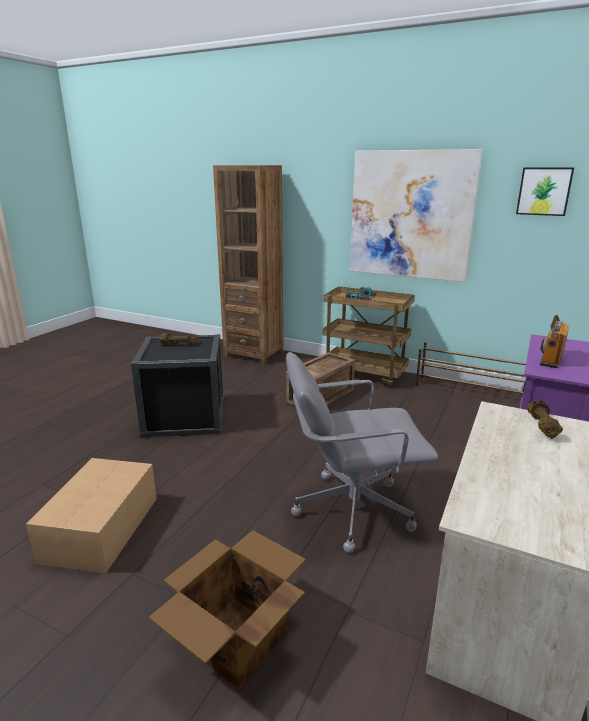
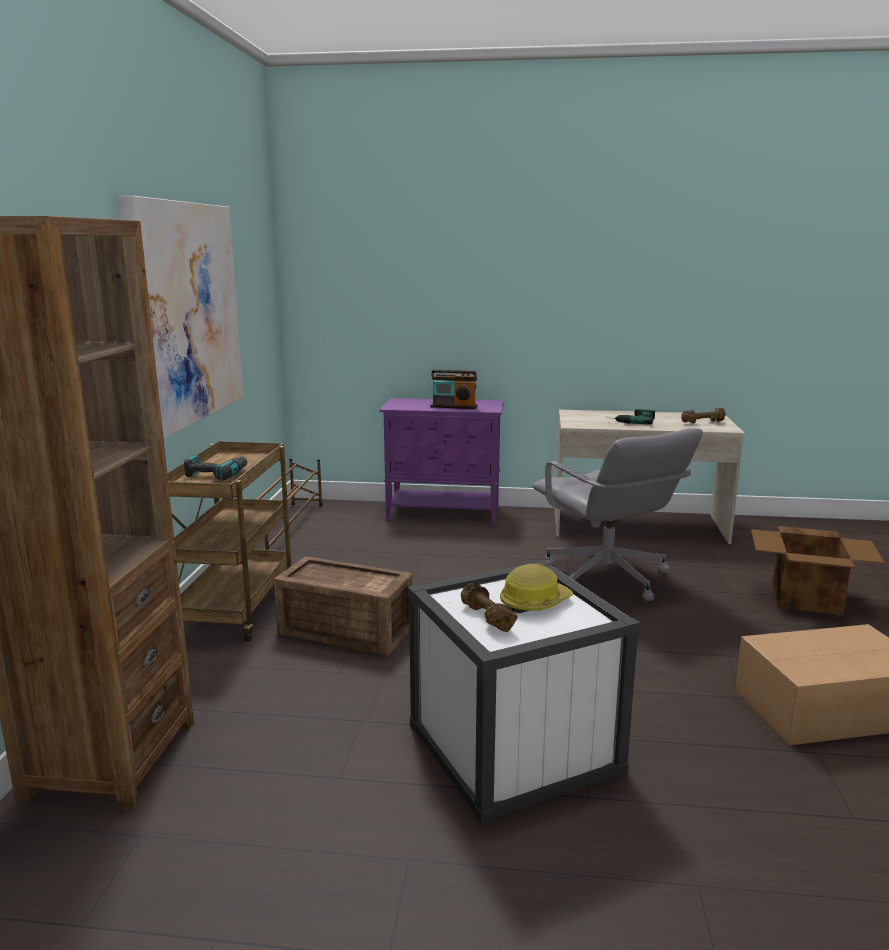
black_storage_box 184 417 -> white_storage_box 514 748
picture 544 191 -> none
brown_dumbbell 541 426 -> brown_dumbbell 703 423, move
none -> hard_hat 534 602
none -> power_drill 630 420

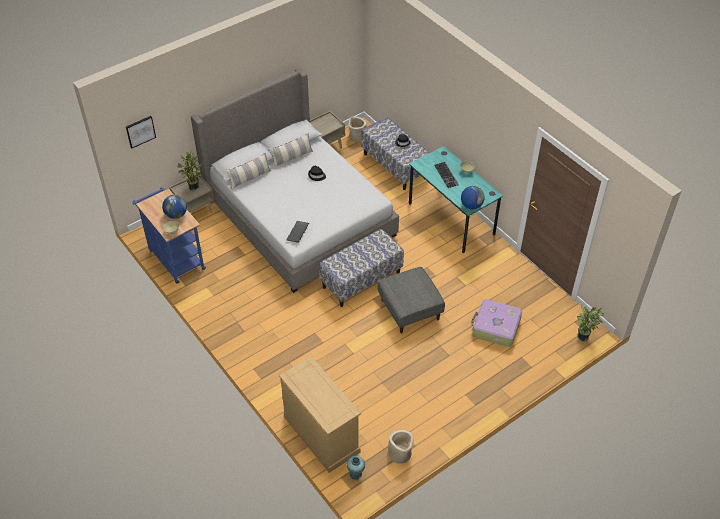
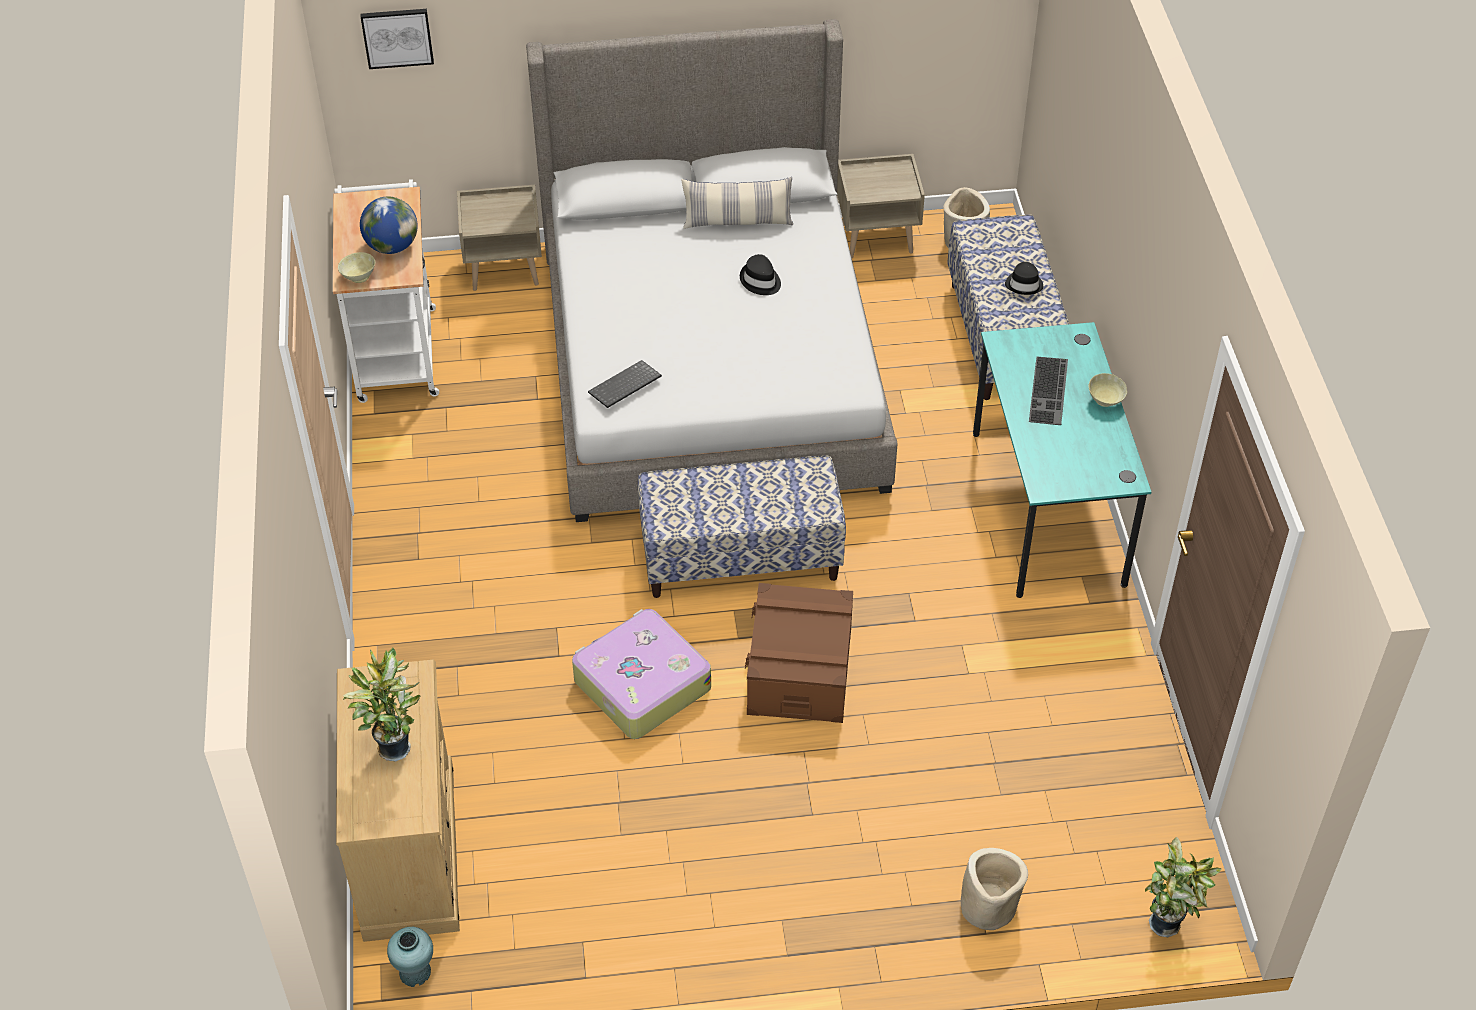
blue_cart 175 258 -> white_cart 396 348
potted_plant 193 187 -> potted_plant 393 745, move
pillow 249 178 -> none
grey_ottoman 410 310 -> brown_storage_box 800 671
beige_planter 400 454 -> beige_planter 989 907, move
globe 471 205 -> none
suitcase 495 327 -> suitcase 640 684, move

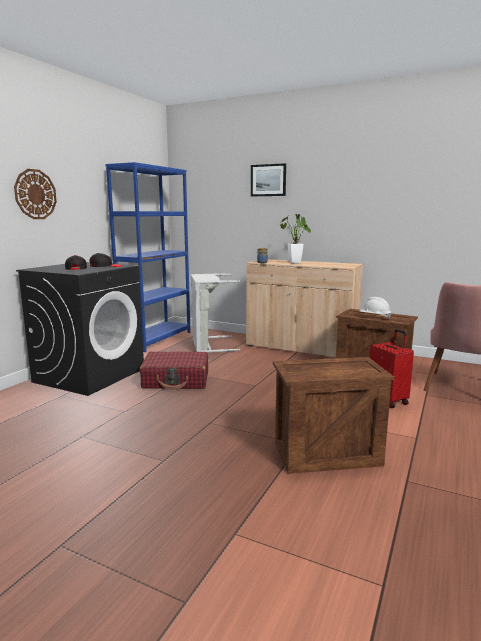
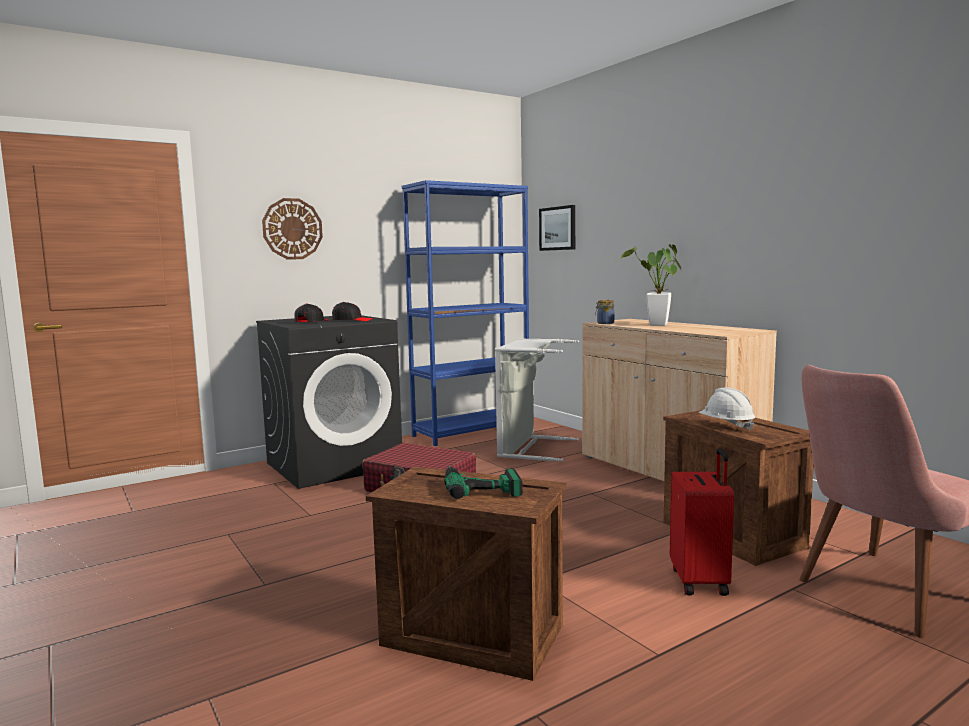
picture 268 180 -> picture 558 228, move
none -> power_drill 479 485

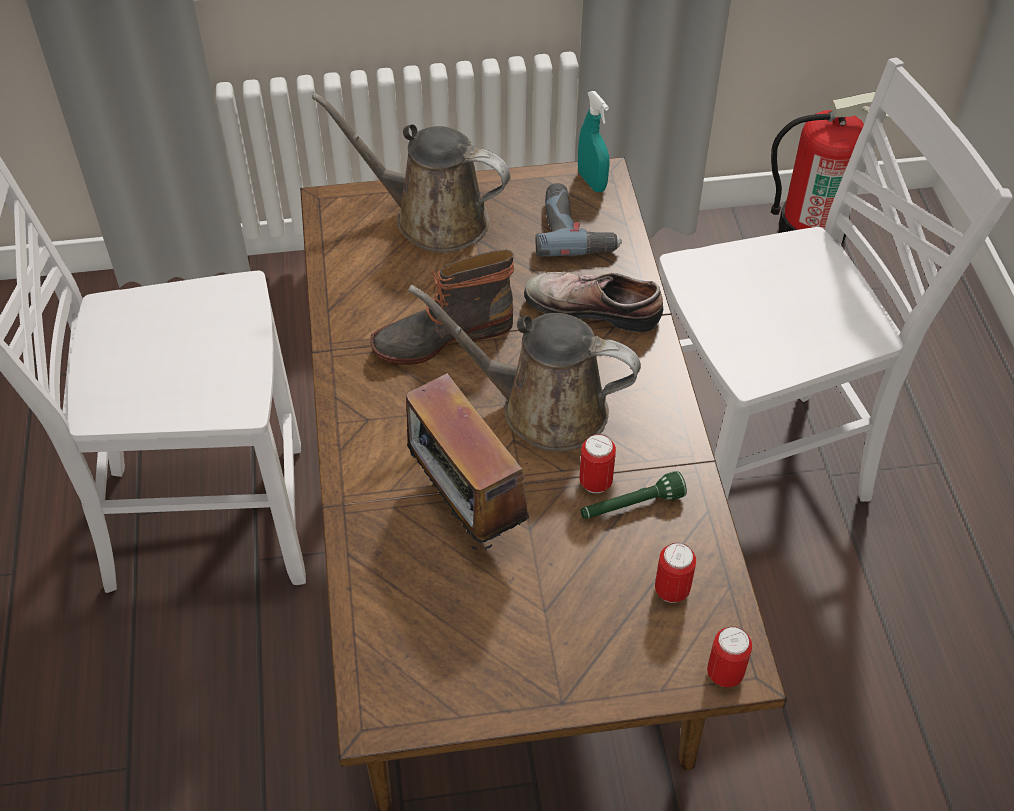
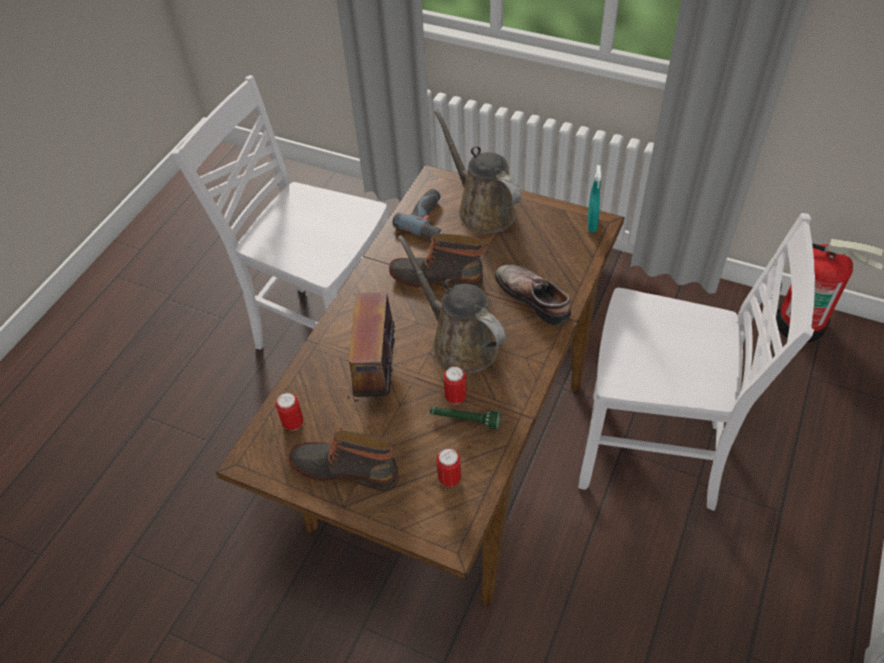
power_drill 575 229 -> power_drill 430 220, move
can 724 674 -> can 293 423, move
none -> boot 346 468

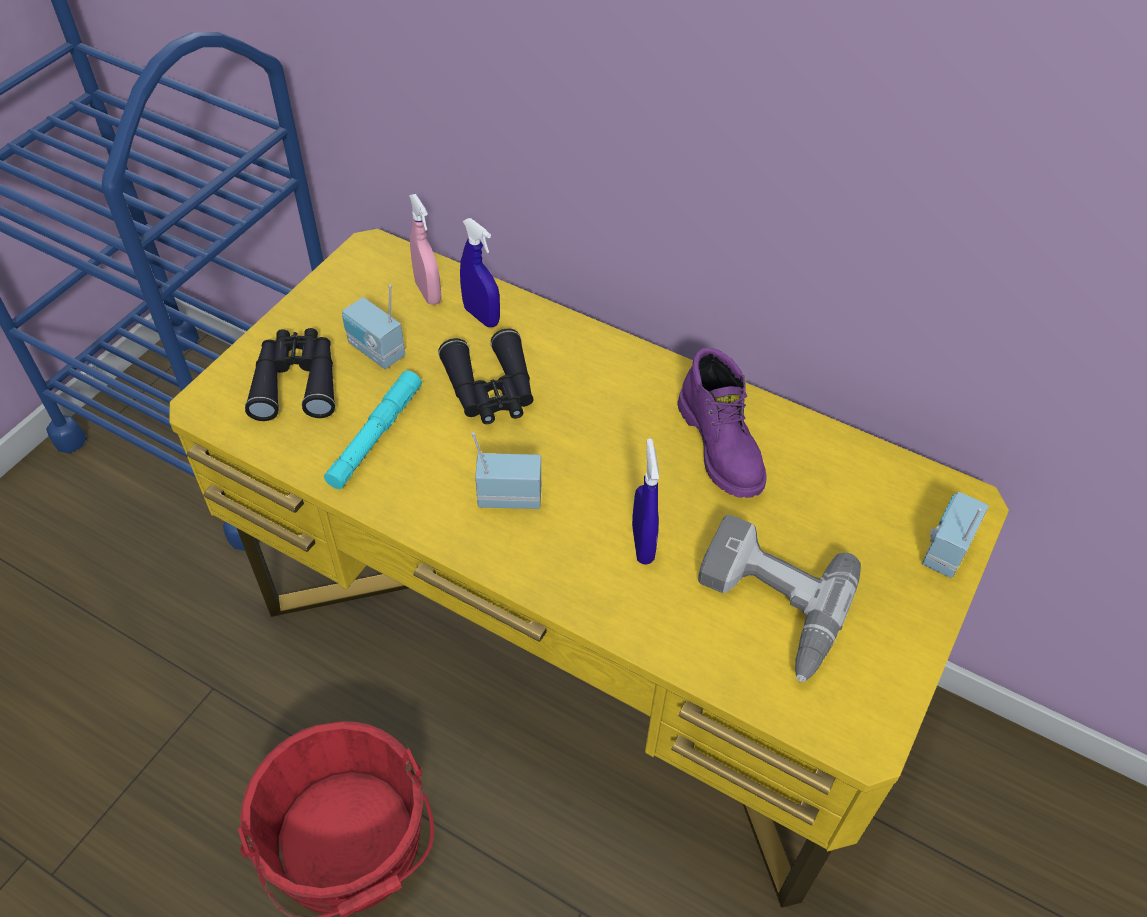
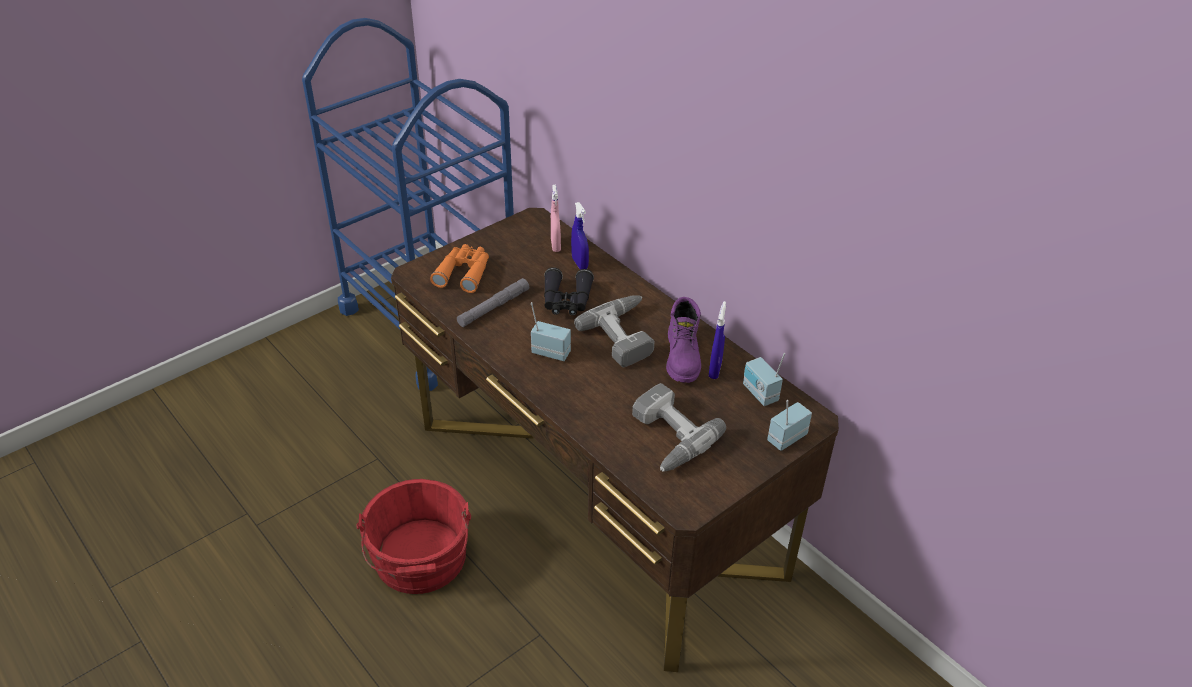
yellow_desk 570 650 -> brown_desk 595 497
black_binoculars 296 381 -> orange_binoculars 464 273
turquoise_flashlight 375 435 -> grey_flashlight 493 307
radio 375 352 -> radio 759 394, move
blue_spray_bottle 642 544 -> blue_spray_bottle 715 370, move
none -> power_drill 626 335

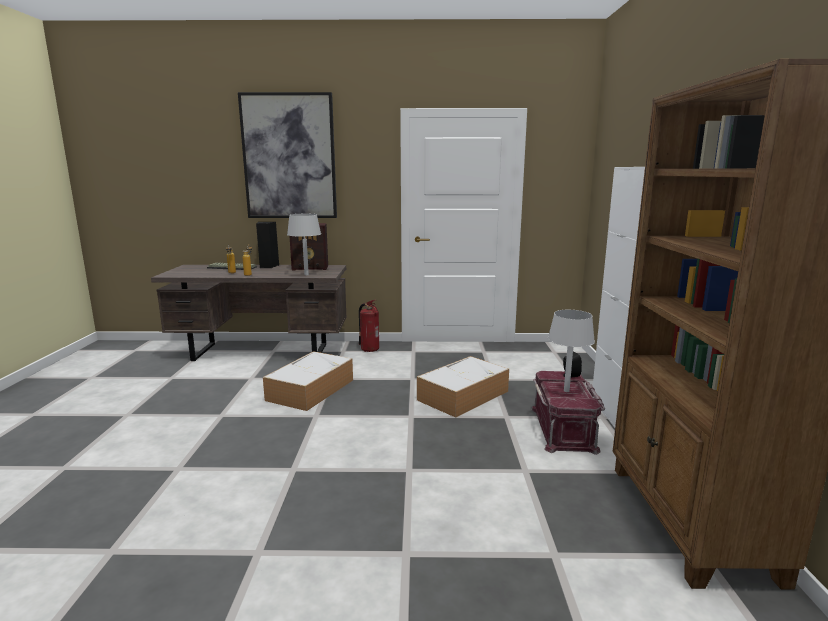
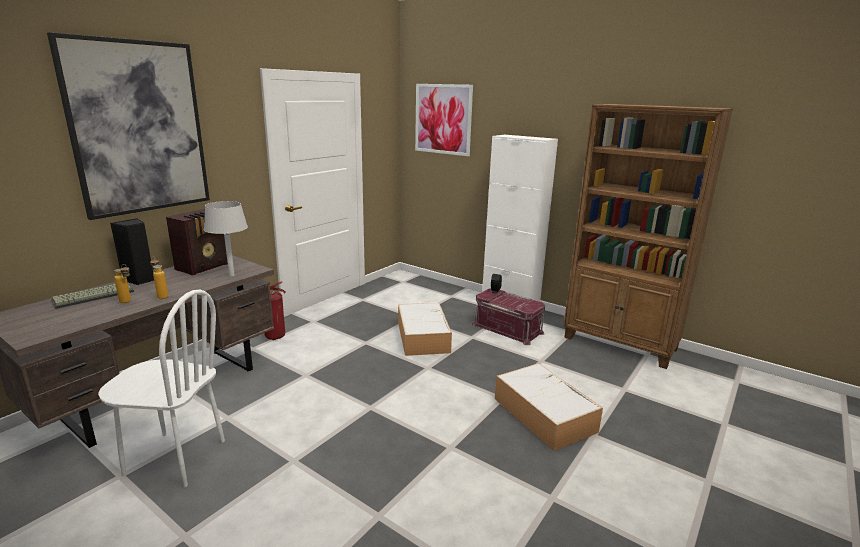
storage_box 311 389 -> storage_box 542 414, move
grey_table_lamp 566 391 -> none
none -> white_chair 175 458
none -> picture 443 119

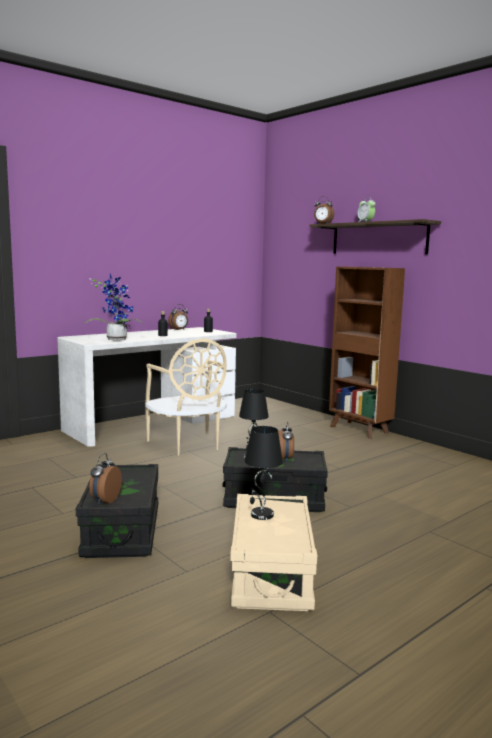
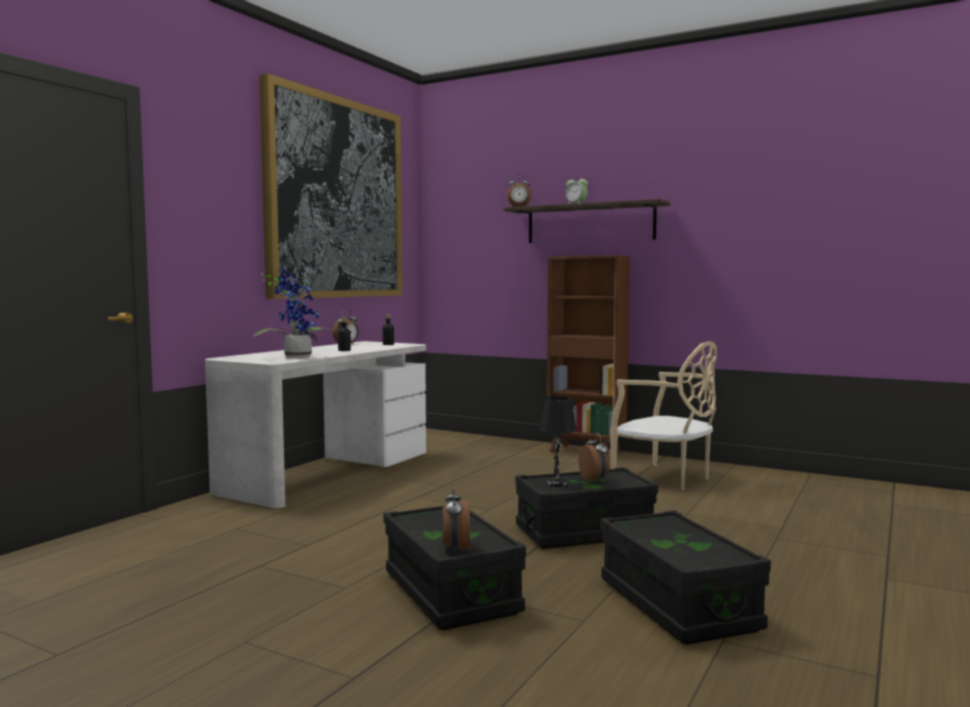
beige_chair 187 444 -> beige_chair 665 478, move
beige_storage_box 271 574 -> black_storage_box 677 605
black_table_lamp 261 515 -> none
none -> picture 335 198

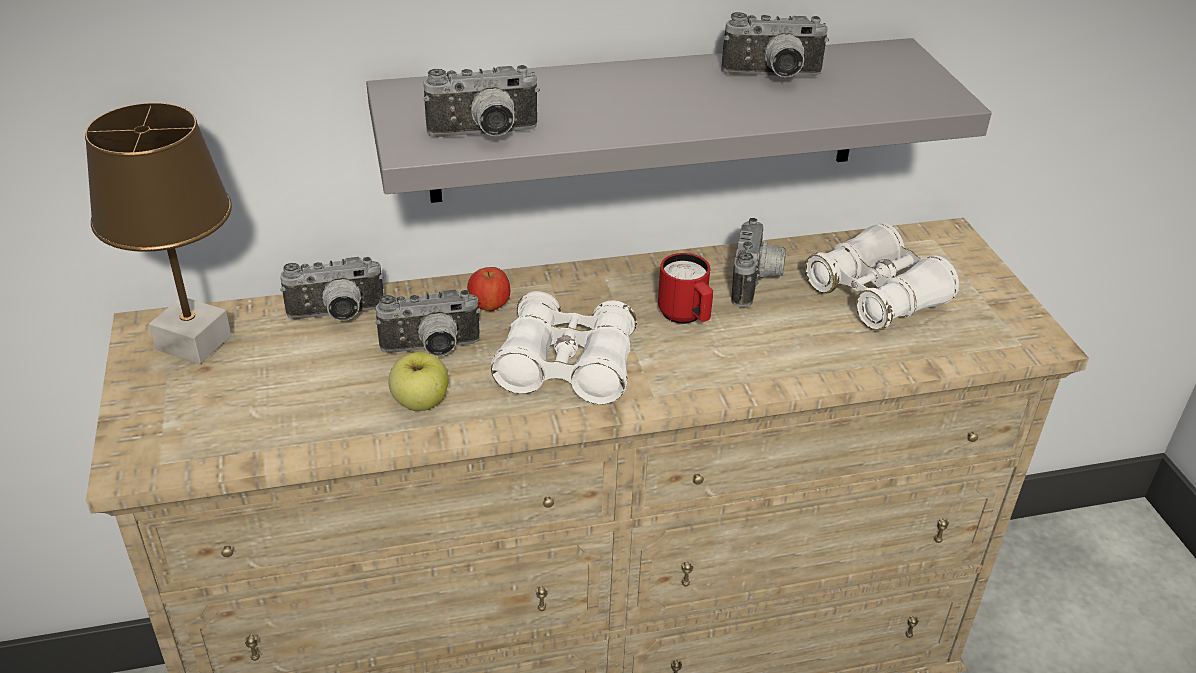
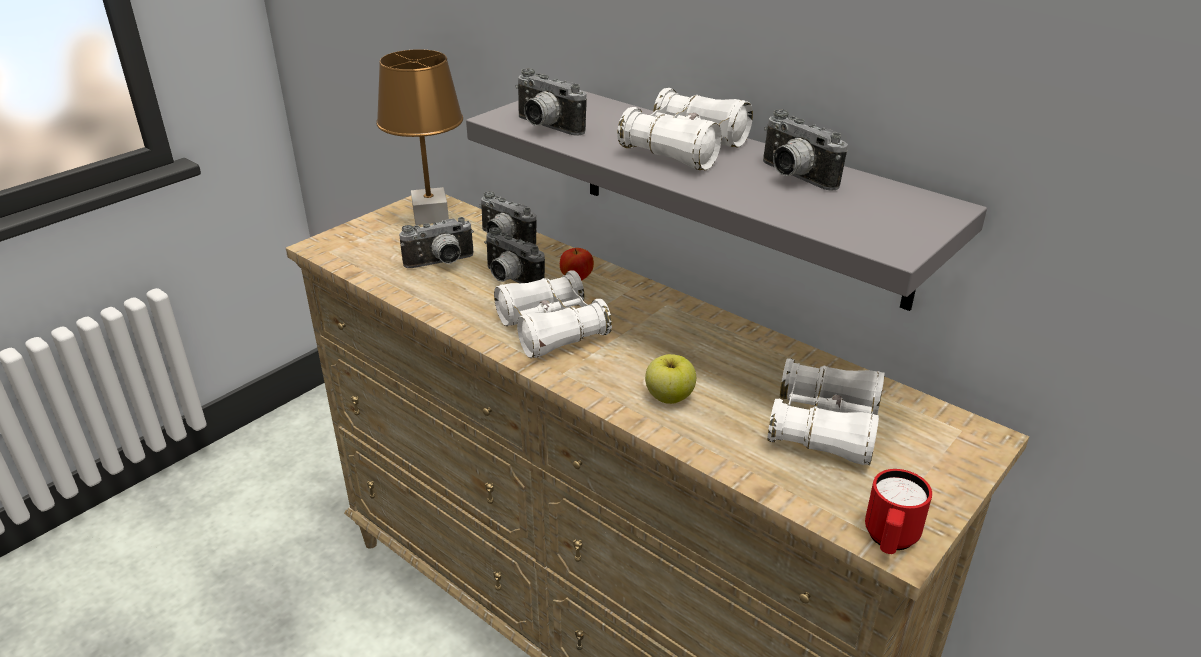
apple 420 402 -> apple 669 397, move
red_mug 686 317 -> red_mug 889 541, move
photo_camera 757 283 -> photo_camera 441 264, move
none -> white_binoculars 685 148

